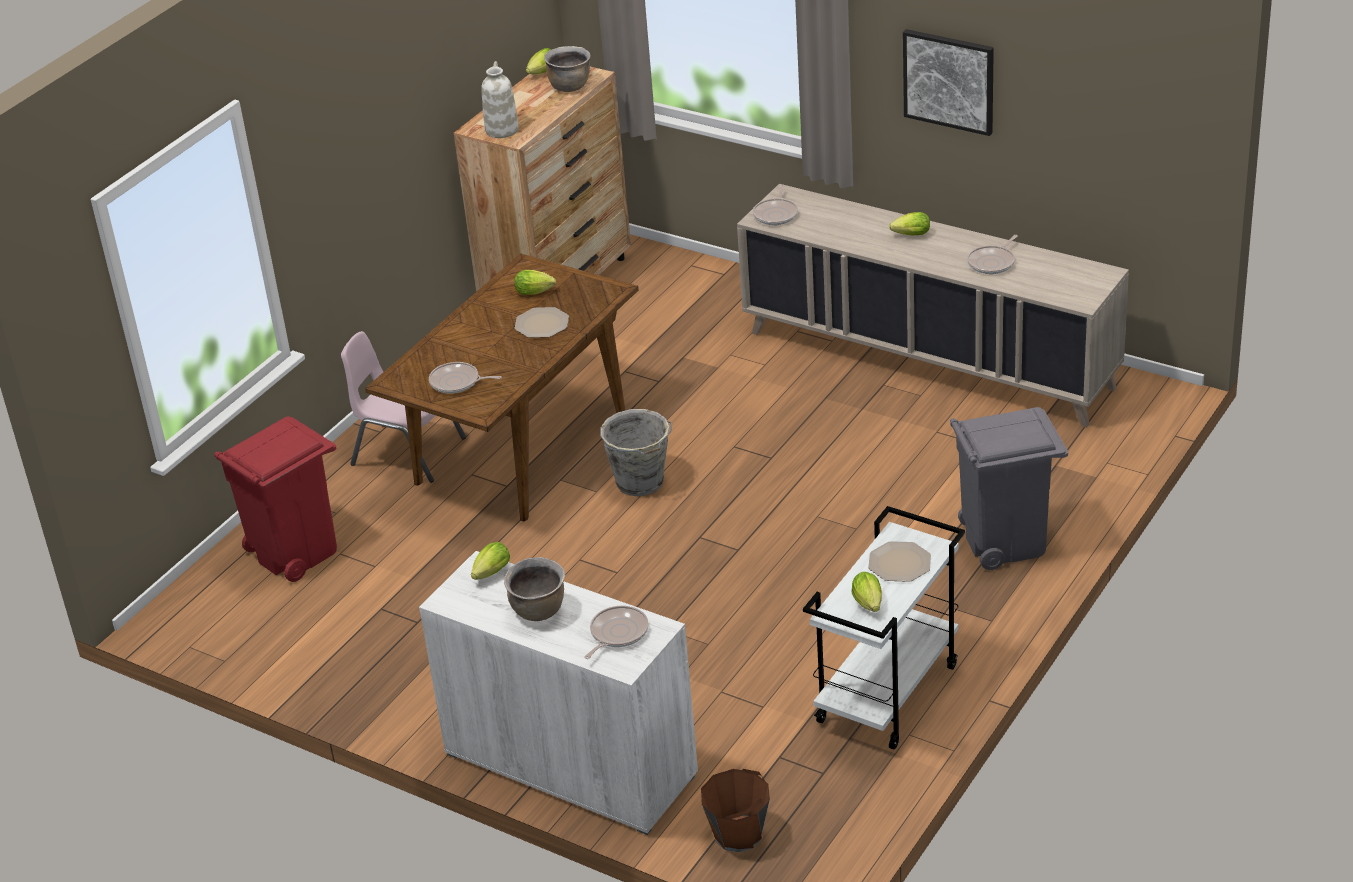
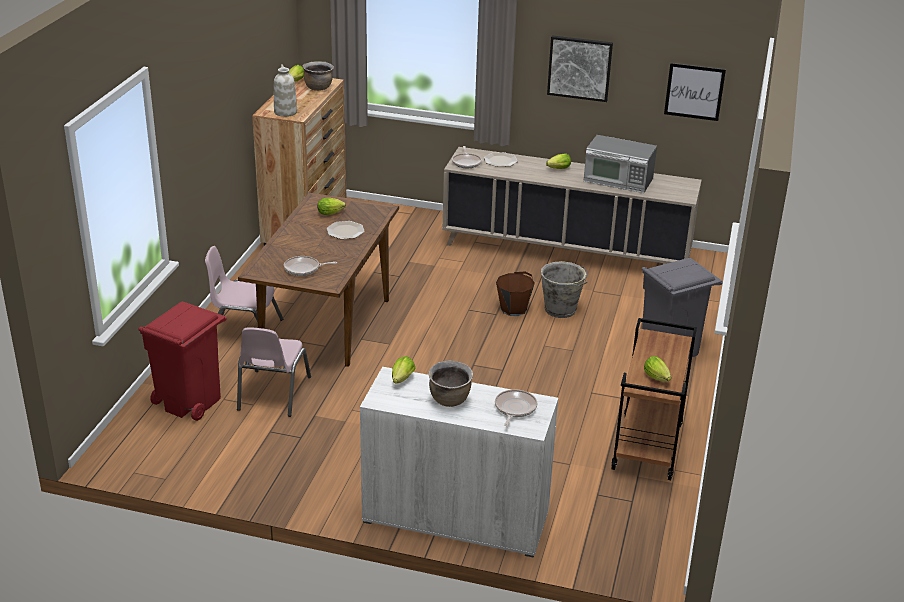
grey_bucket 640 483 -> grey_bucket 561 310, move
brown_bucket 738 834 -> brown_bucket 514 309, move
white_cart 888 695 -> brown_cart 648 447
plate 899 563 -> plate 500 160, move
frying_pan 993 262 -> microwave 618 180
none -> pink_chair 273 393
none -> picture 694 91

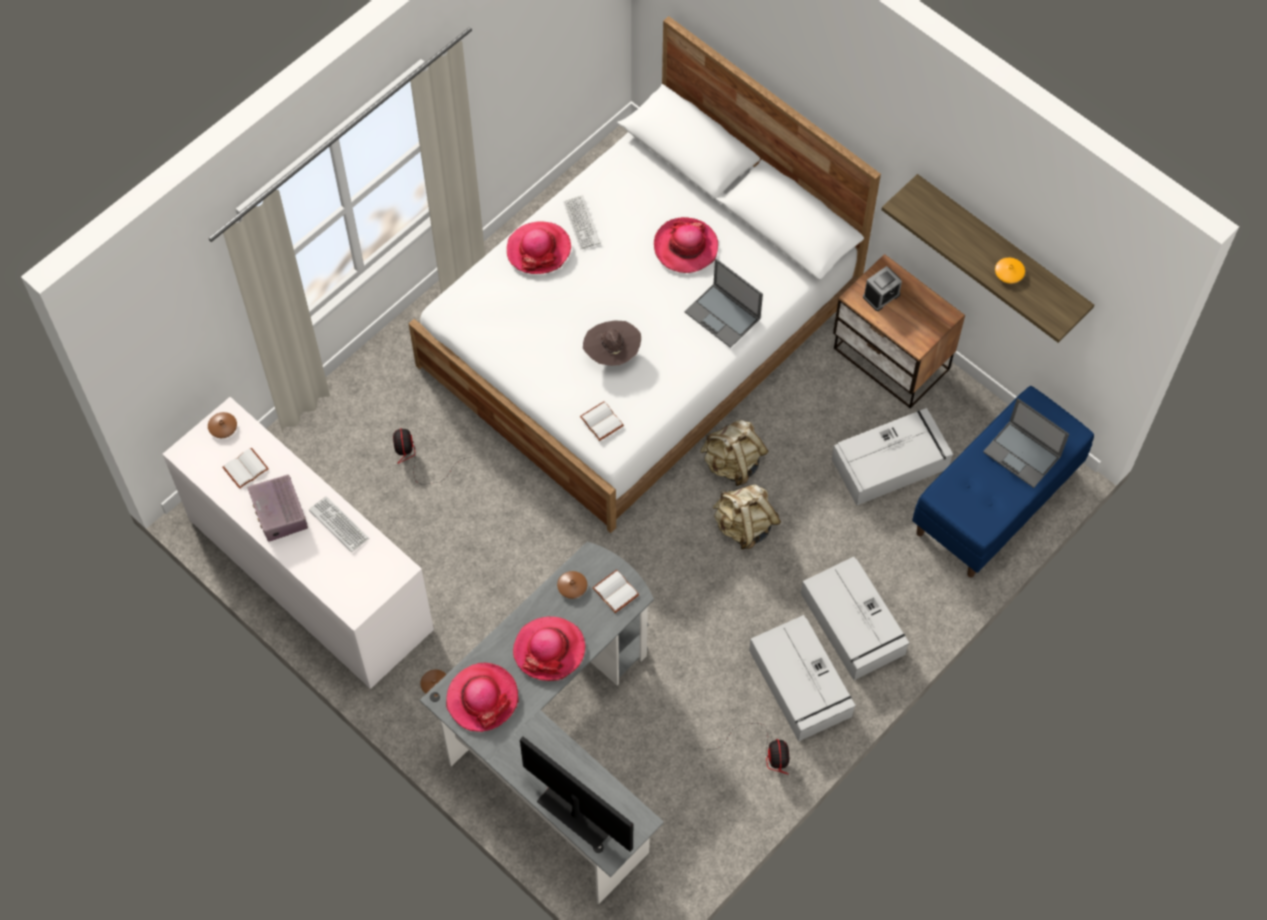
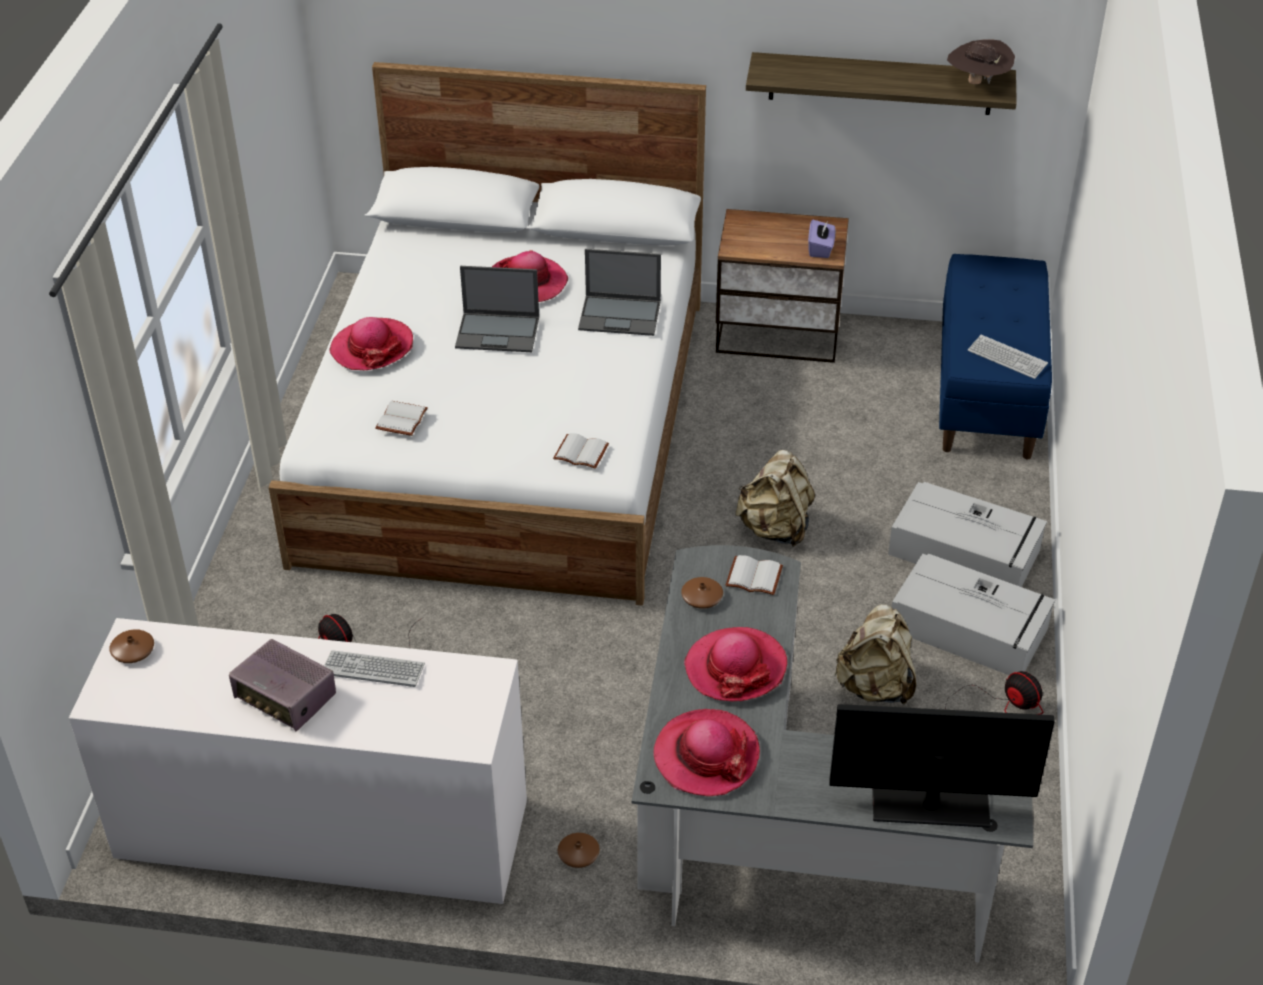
white_book 246 470 -> white_book 403 420, move
keyboard 581 223 -> keyboard 1007 358, move
brown_hat 612 353 -> brown_hat 977 83, move
beige_backpack 733 463 -> beige_backpack 875 686, move
grey_storage_box 891 463 -> none
alarm_clock 881 295 -> none
laptop 1023 454 -> laptop 498 332, move
orange_vase 1009 273 -> none
none -> purple_tissue_box 820 249

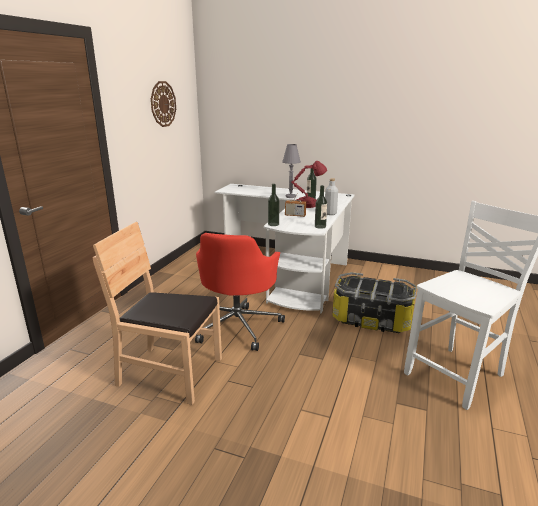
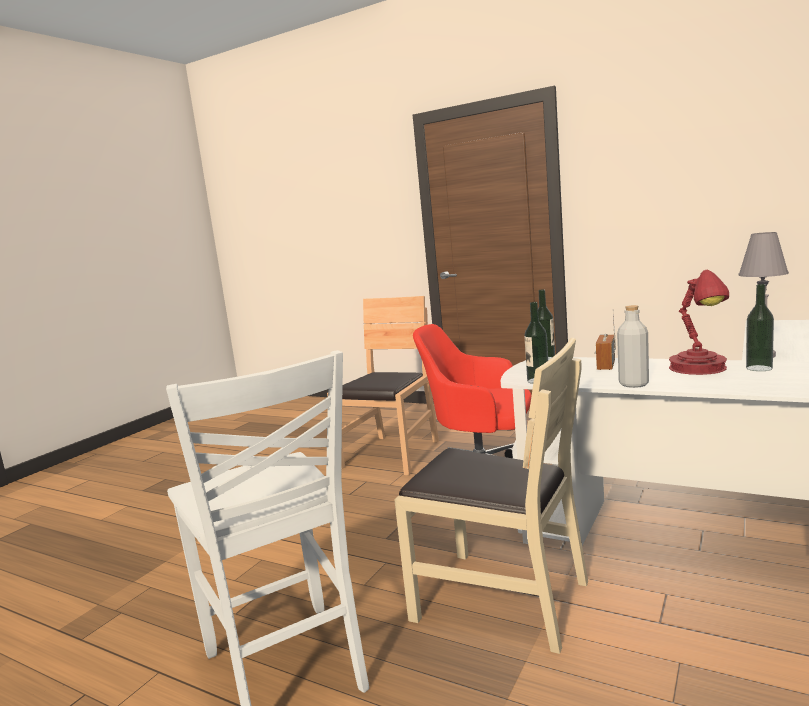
wall_clock 163 104 -> none
storage_box 372 319 -> beige_chair 500 599

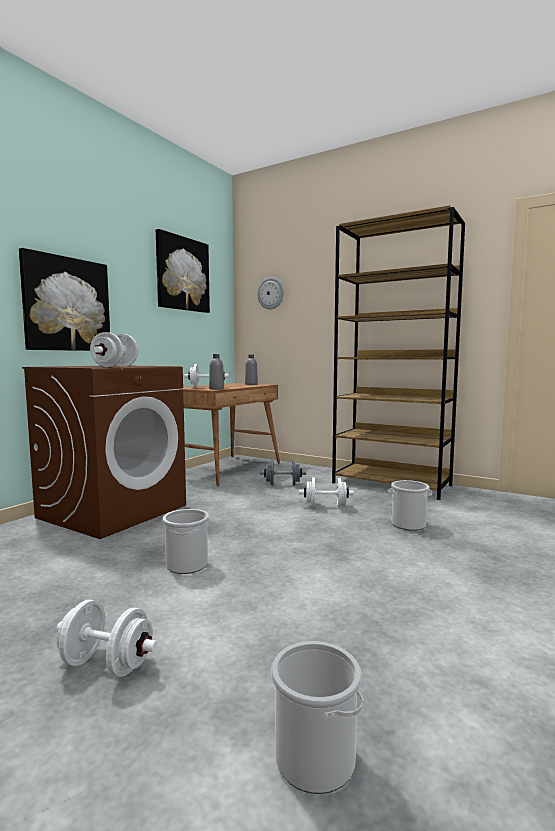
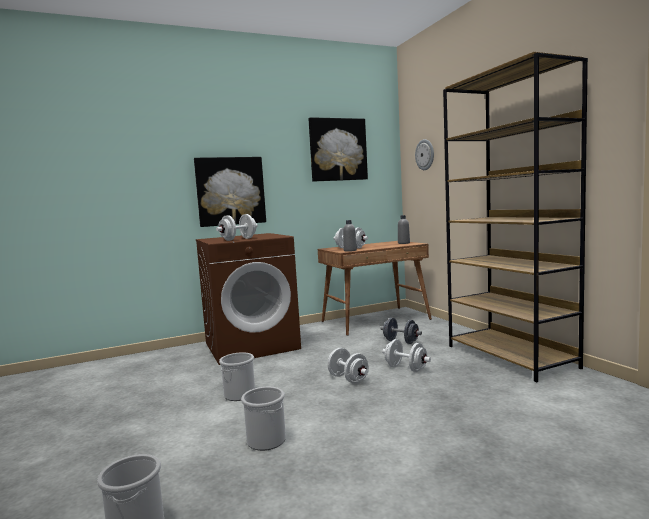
white_dumbbell 107 664 -> white_dumbbell 348 379, move
bucket 408 525 -> bucket 266 440, move

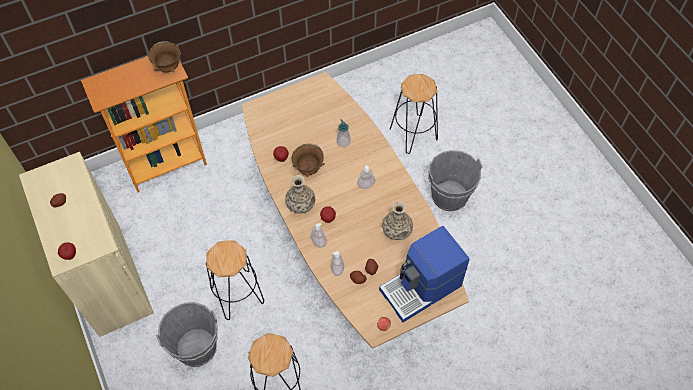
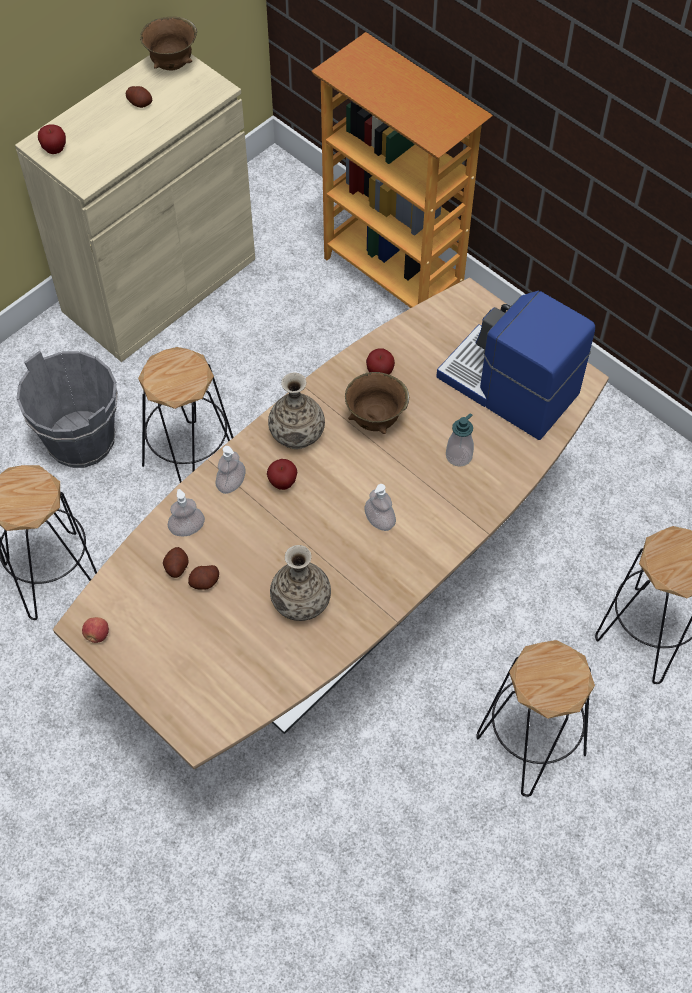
brown_bowl 168 67 -> brown_bowl 172 65, move
coffee_machine 422 288 -> coffee_machine 508 387, move
grey_bucket 449 196 -> black_stool 530 744

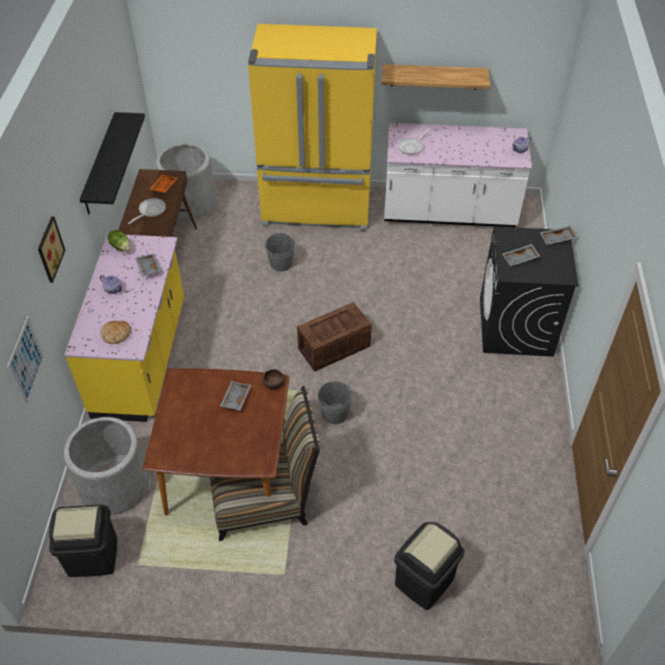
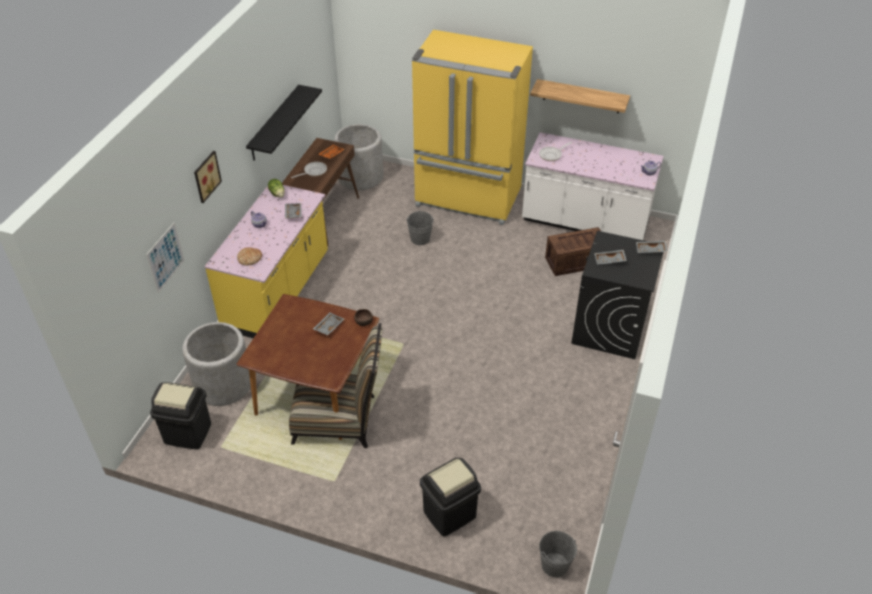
crate 333 348 -> crate 574 262, move
grey_bucket 335 414 -> grey_bucket 554 565, move

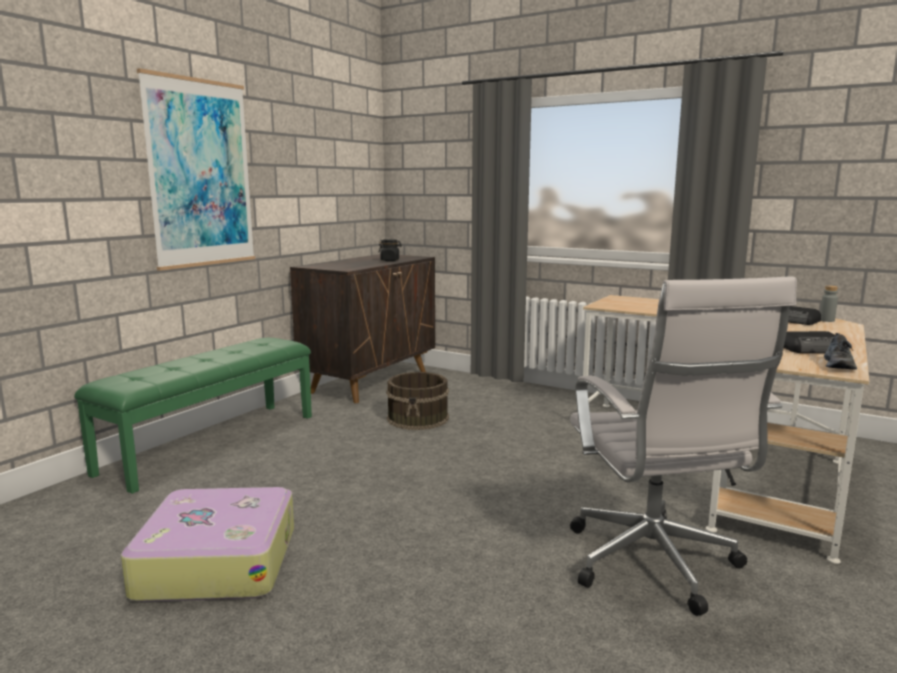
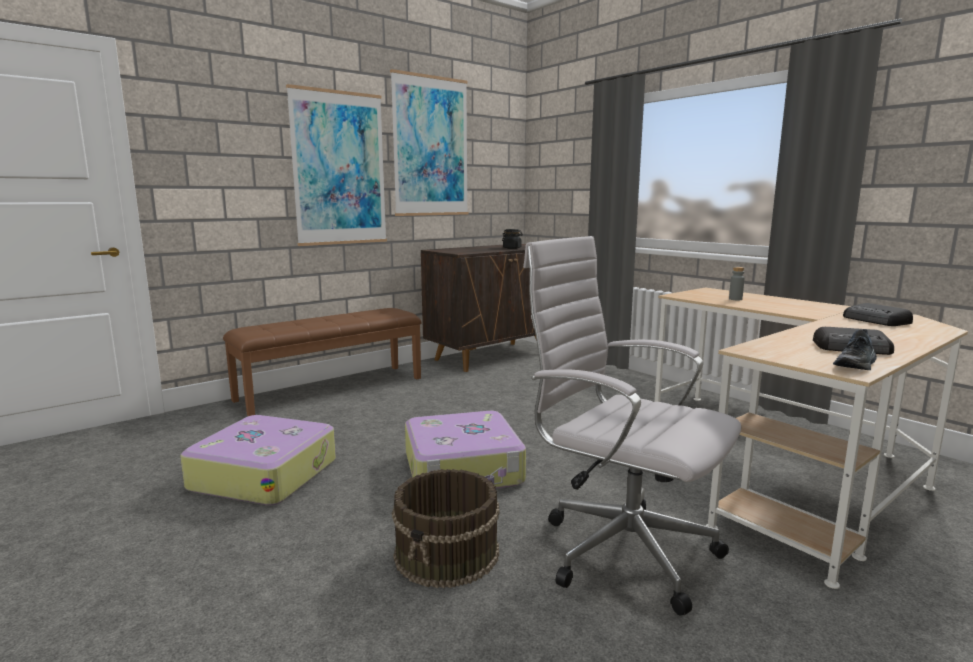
green_bench 212 442 -> brown_bench 331 388
brown_bucket 418 418 -> brown_bucket 448 554, move
white_office_chair 654 566 -> white_office_chair 620 549, 120 degrees clockwise
grey_bottle 826 320 -> grey_bottle 735 299, move
none -> picture 430 147
none -> suitcase 464 469

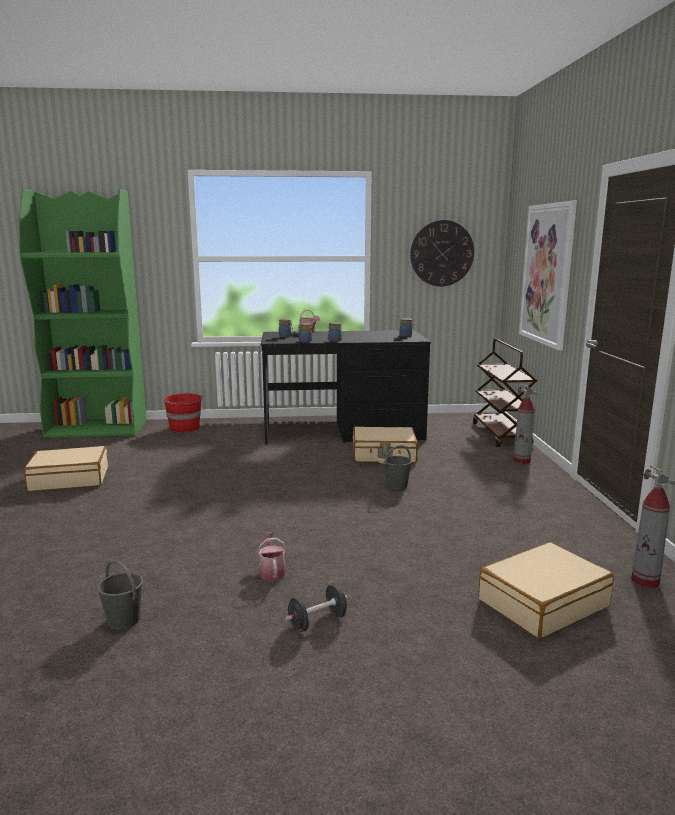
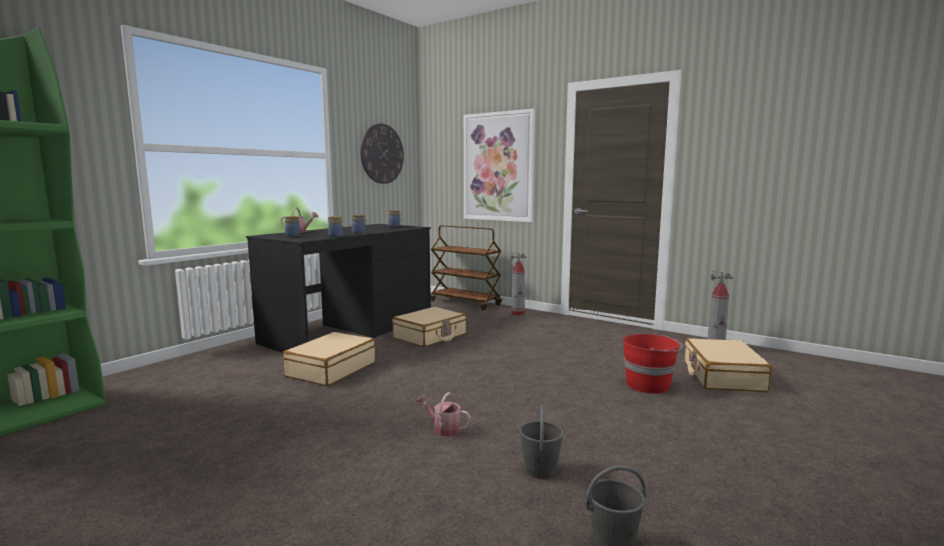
beige_suitcase 69 479 -> beige_suitcase 331 369, move
red_bucket 185 428 -> red_bucket 649 385, move
watering_can 272 571 -> watering_can 443 429, move
black_dumbbell 317 622 -> none
grey_bucket 396 486 -> grey_bucket 540 470, move

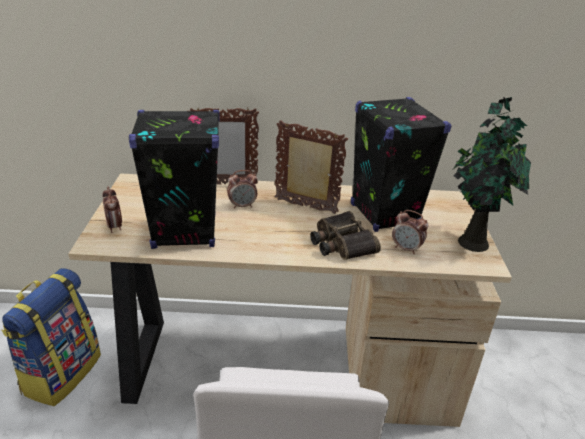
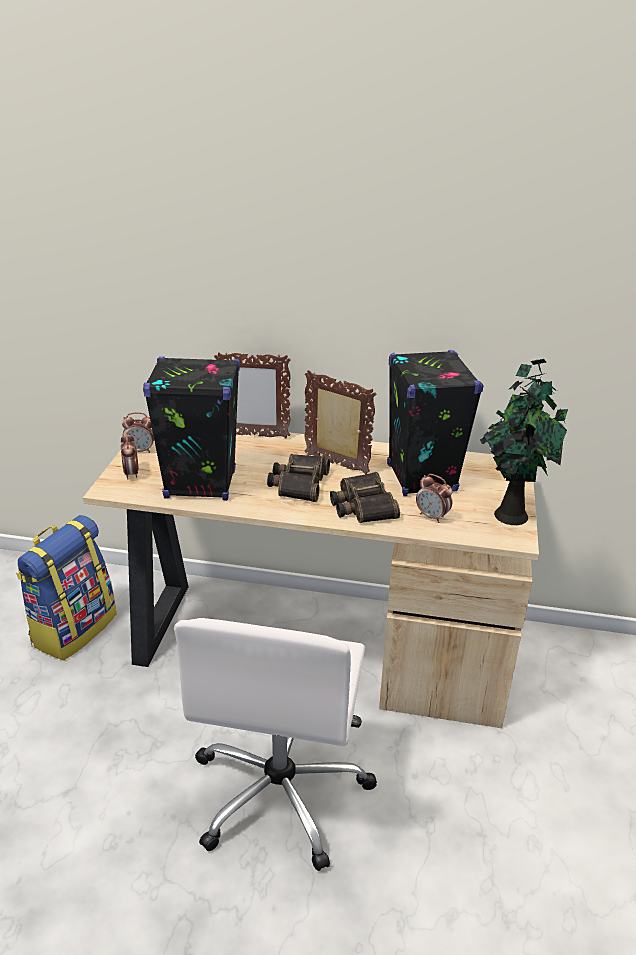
alarm_clock 242 206 -> alarm_clock 140 451, move
none -> binoculars 298 483

